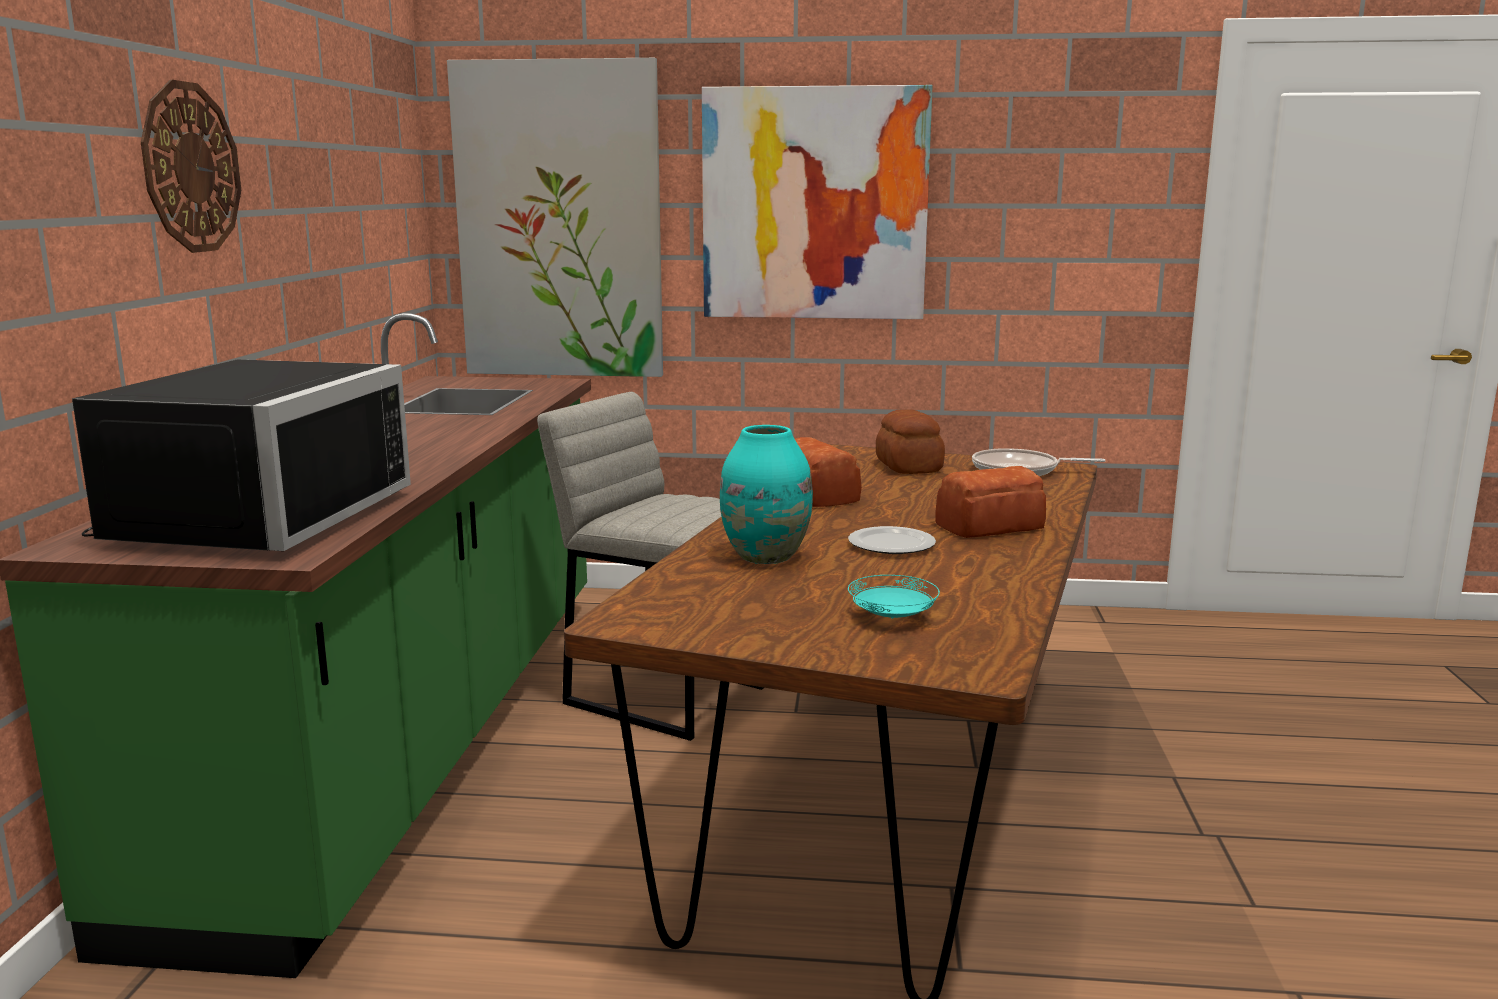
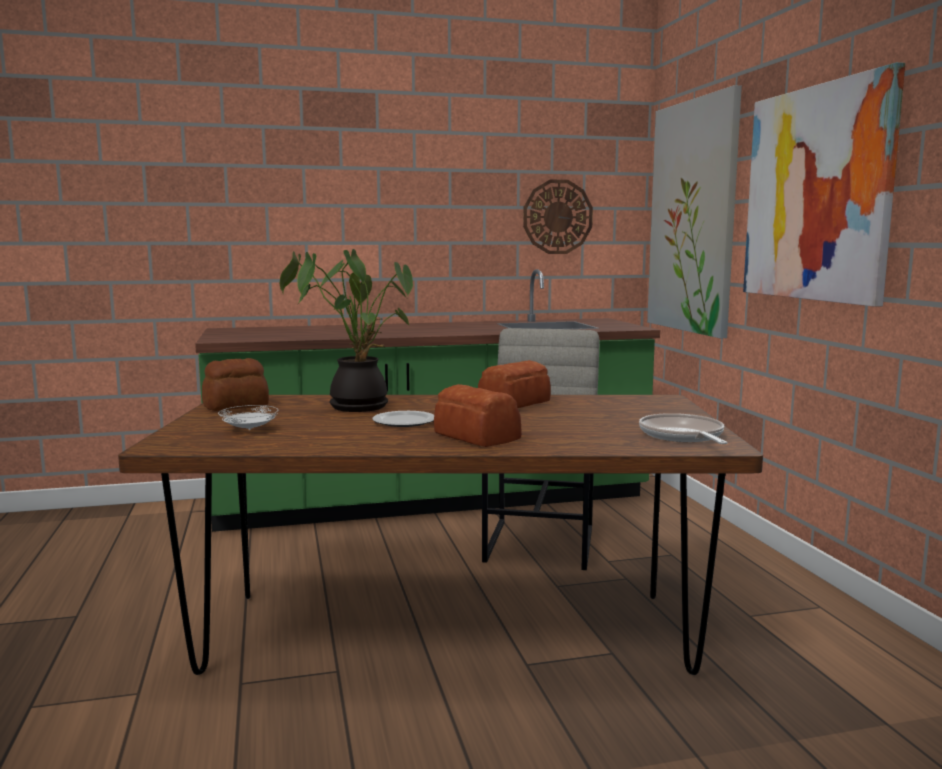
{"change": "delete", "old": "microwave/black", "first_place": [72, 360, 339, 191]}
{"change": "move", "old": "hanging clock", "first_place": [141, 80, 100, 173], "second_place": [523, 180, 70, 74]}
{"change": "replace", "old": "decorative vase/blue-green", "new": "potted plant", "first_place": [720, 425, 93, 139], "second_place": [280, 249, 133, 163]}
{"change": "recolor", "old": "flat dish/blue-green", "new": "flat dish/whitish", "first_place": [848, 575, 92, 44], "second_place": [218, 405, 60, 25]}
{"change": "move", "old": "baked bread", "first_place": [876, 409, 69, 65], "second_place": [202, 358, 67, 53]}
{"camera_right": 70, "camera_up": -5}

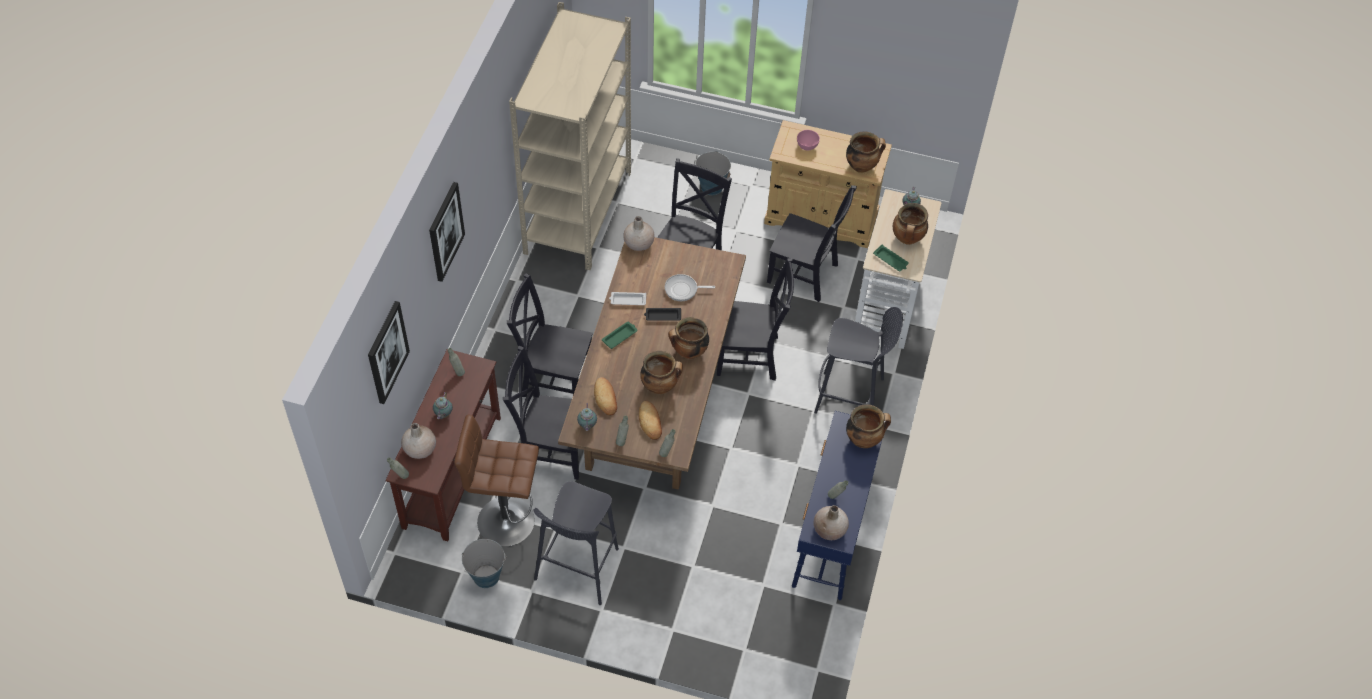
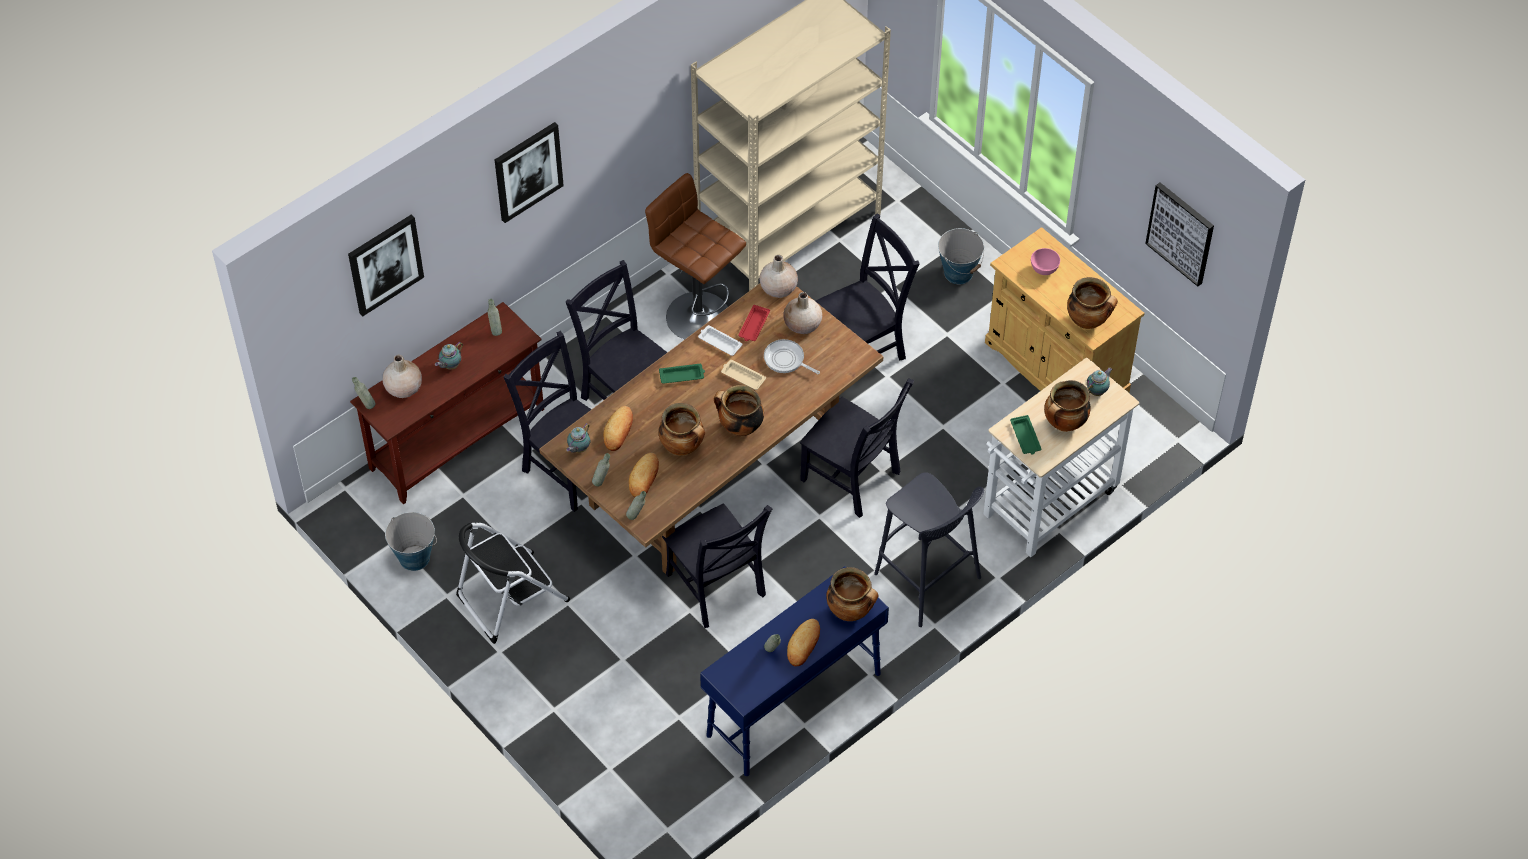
{"change": "move", "old": "stool seat/brown", "first_place": [454, 414, 85, 132], "second_place": [645, 173, 101, 167]}
{"change": "replace", "old": "stool seat/greyish", "new": "step ladder", "first_place": [533, 481, 86, 124], "second_place": [456, 523, 114, 121]}
{"change": "recolor", "old": "tray/black", "new": "tray/beige", "first_place": [644, 308, 37, 13], "second_place": [721, 360, 45, 30]}
{"change": "move", "old": "chair/black", "first_place": [767, 185, 90, 117], "second_place": [662, 503, 111, 125]}
{"change": "move", "old": "decorative vase/beige", "first_place": [813, 505, 36, 35], "second_place": [783, 292, 39, 42]}
{"change": "insert", "new": "tray/reddish", "second_place": [739, 305, 31, 36]}
{"change": "insert", "new": "baked bread", "second_place": [787, 619, 33, 48]}
{"change": "insert", "new": "wall picture", "second_place": [1145, 183, 69, 103]}
{"camera_right": 35, "camera_up": 0}

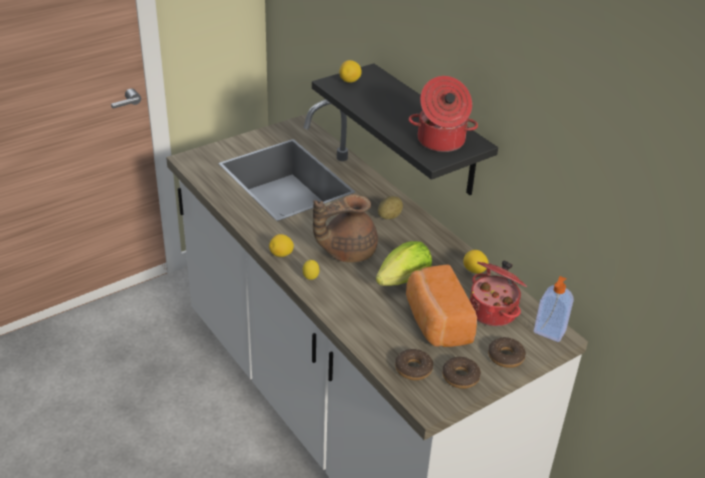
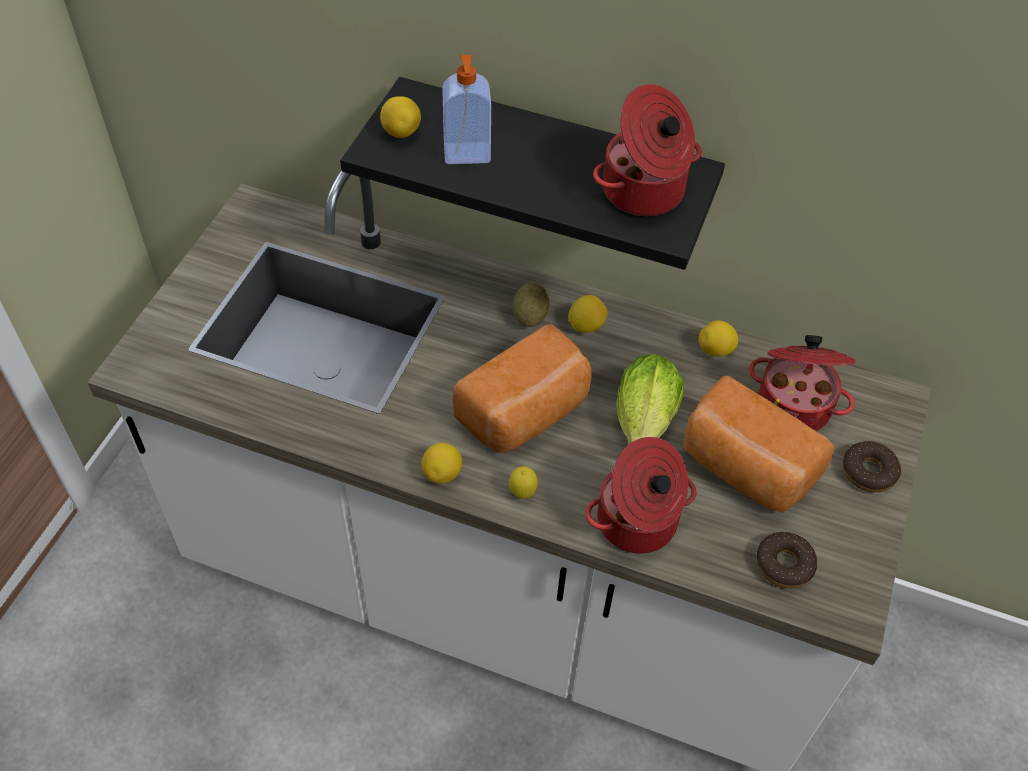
{"change": "replace", "old": "pot for tea/brown", "new": "baked bread", "first_place": [313, 194, 65, 69], "second_place": [453, 324, 139, 129]}
{"change": "delete", "old": "donut", "first_place": [442, 357, 39, 32]}
{"change": "move", "old": "soap dispenser", "first_place": [534, 276, 40, 66], "second_place": [442, 55, 49, 109]}
{"change": "insert", "new": "lemon", "second_place": [568, 295, 39, 38]}
{"change": "insert", "new": "saucepot", "second_place": [585, 437, 112, 117]}
{"camera_right": -35, "camera_up": 15}

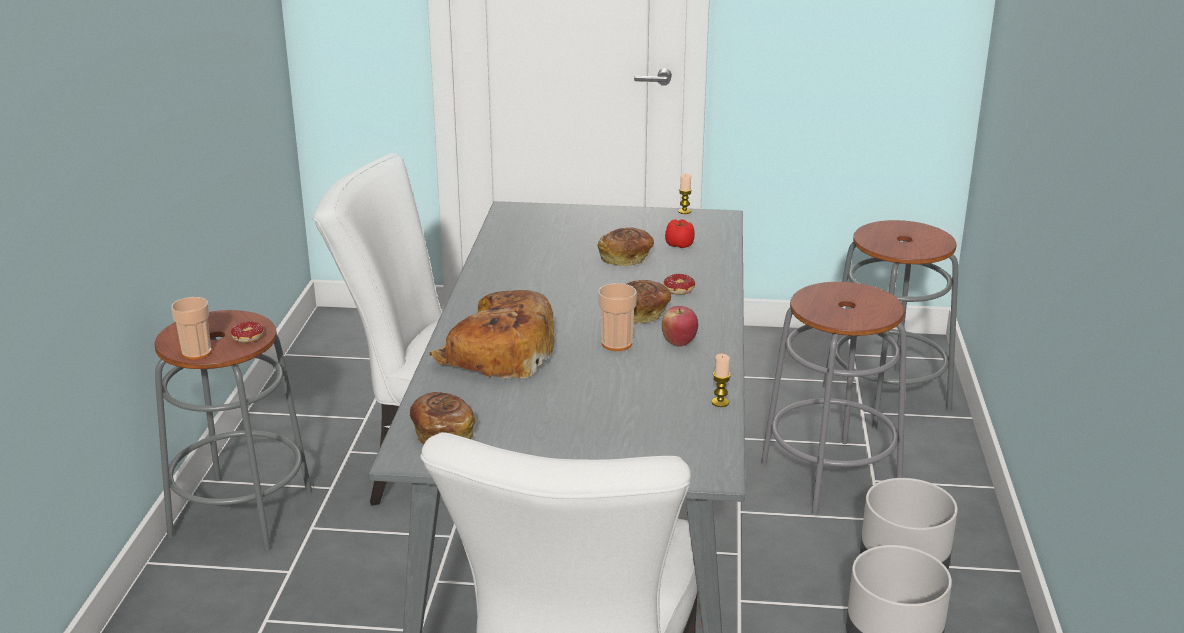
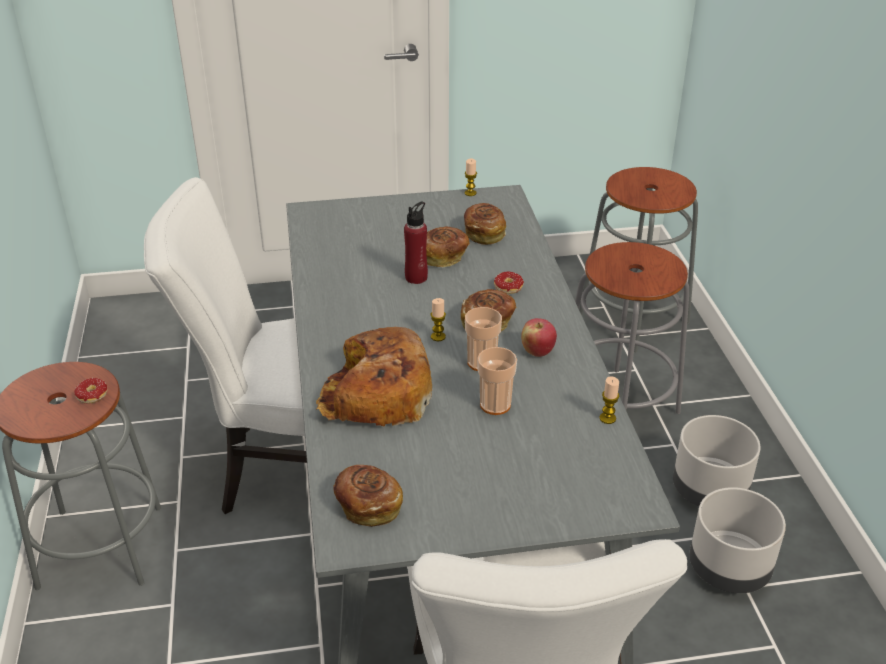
{"change": "move", "old": "cup", "first_place": [171, 297, 40, 63], "second_place": [477, 347, 40, 68]}
{"change": "replace", "old": "tomato", "new": "baked bread", "first_place": [665, 219, 30, 29], "second_place": [464, 203, 42, 42]}
{"change": "insert", "new": "beverage bottle/reddish", "second_place": [404, 201, 24, 83]}
{"change": "insert", "new": "wax candle", "second_place": [431, 298, 15, 43]}
{"camera_right": -15, "camera_up": 10}

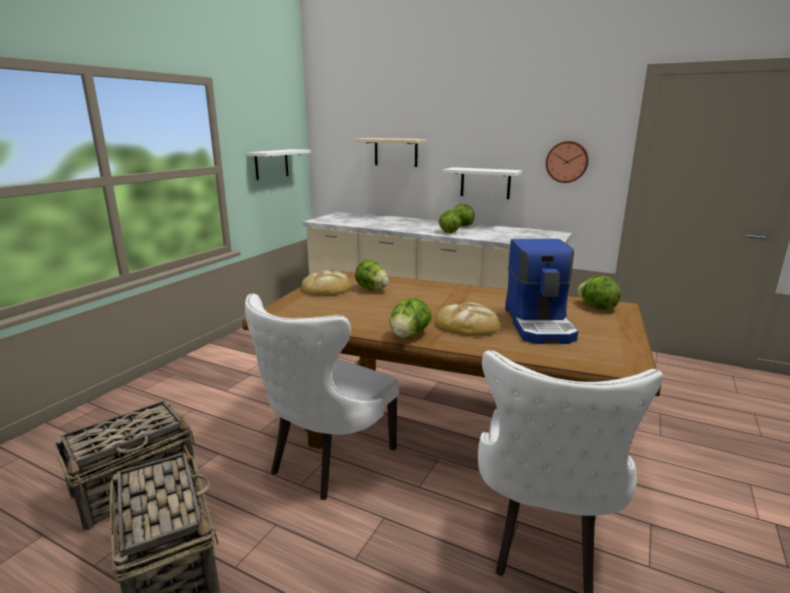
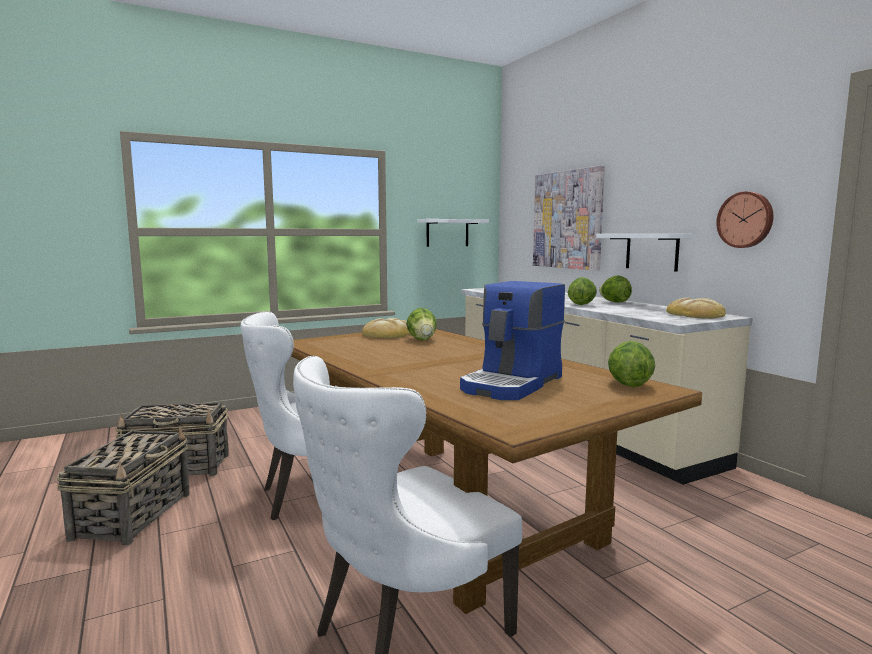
{"change": "replace", "old": "shelf/beige", "new": "wall picture", "first_place": [355, 138, 72, 29], "second_place": [533, 165, 72, 105]}
{"change": "delete", "old": "lettuce", "first_place": [390, 298, 42, 40]}
{"change": "move", "old": "baked bread", "first_place": [436, 302, 64, 34], "second_place": [666, 297, 60, 22]}
{"camera_right": 35, "camera_up": -10}

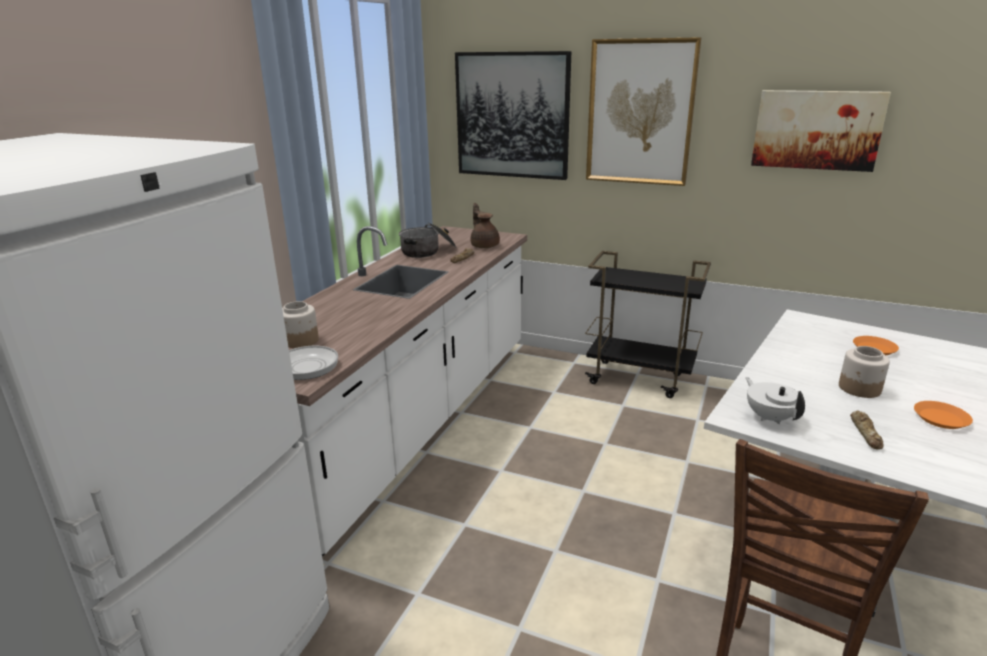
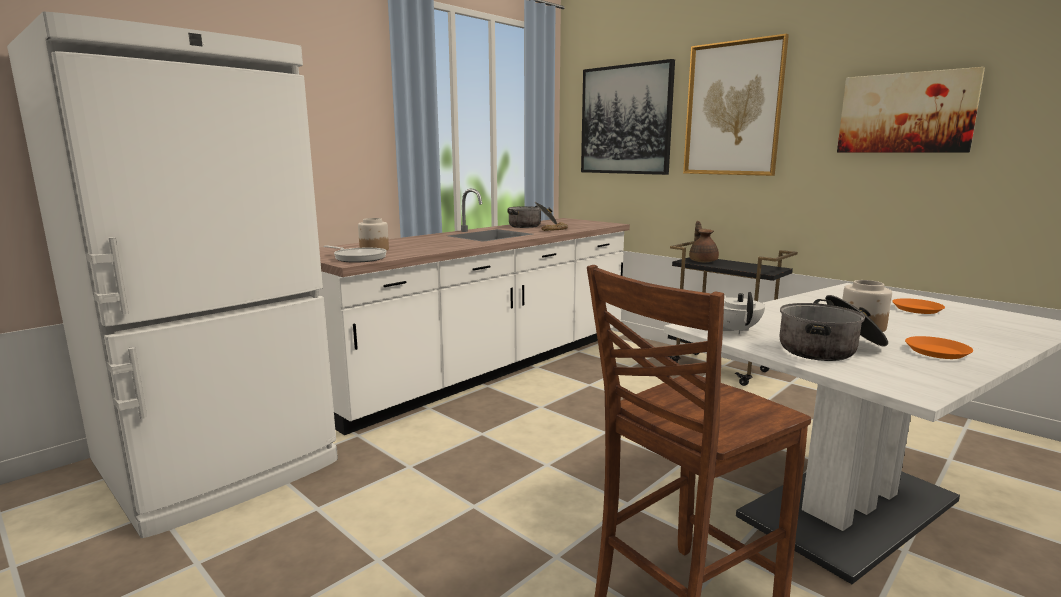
{"change": "move", "old": "pot for tea/brown", "first_place": [470, 203, 30, 45], "second_place": [689, 221, 30, 41]}
{"change": "replace", "old": "baked bread", "new": "saucepot", "first_place": [850, 410, 34, 40], "second_place": [780, 295, 108, 66]}
{"camera_right": 20, "camera_up": -10}

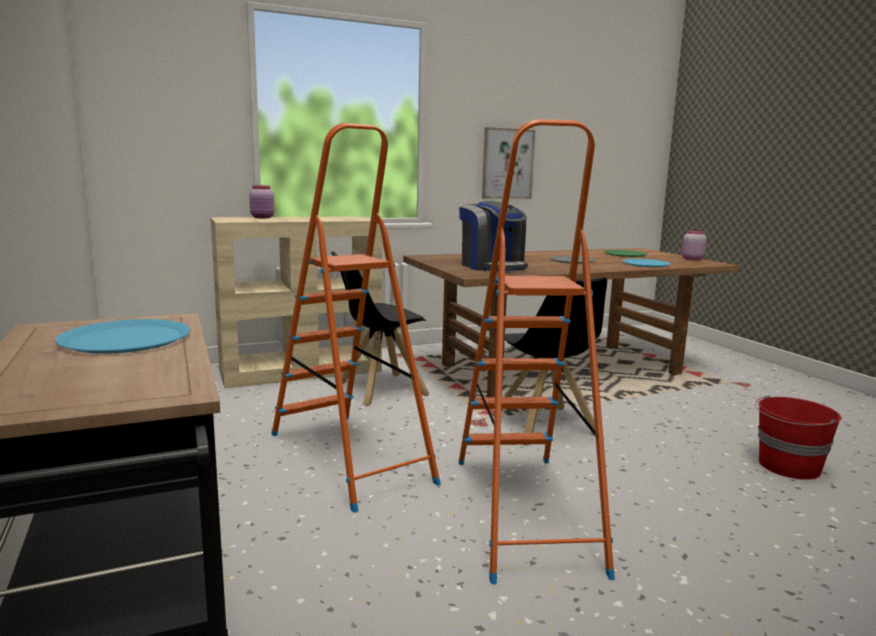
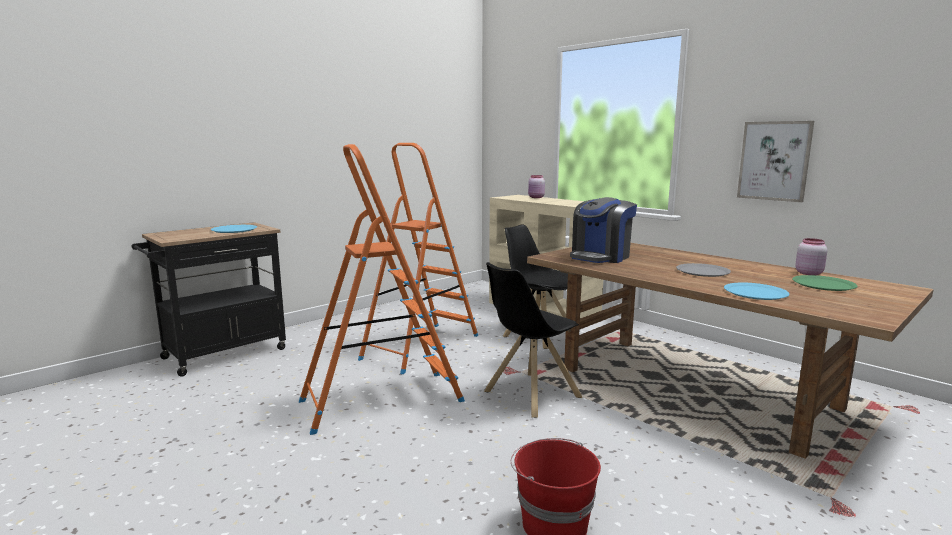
{"change": "move", "old": "storage jar/pink", "first_place": [682, 230, 25, 30], "second_place": [795, 238, 32, 37]}
{"camera_right": 70, "camera_up": 0}

